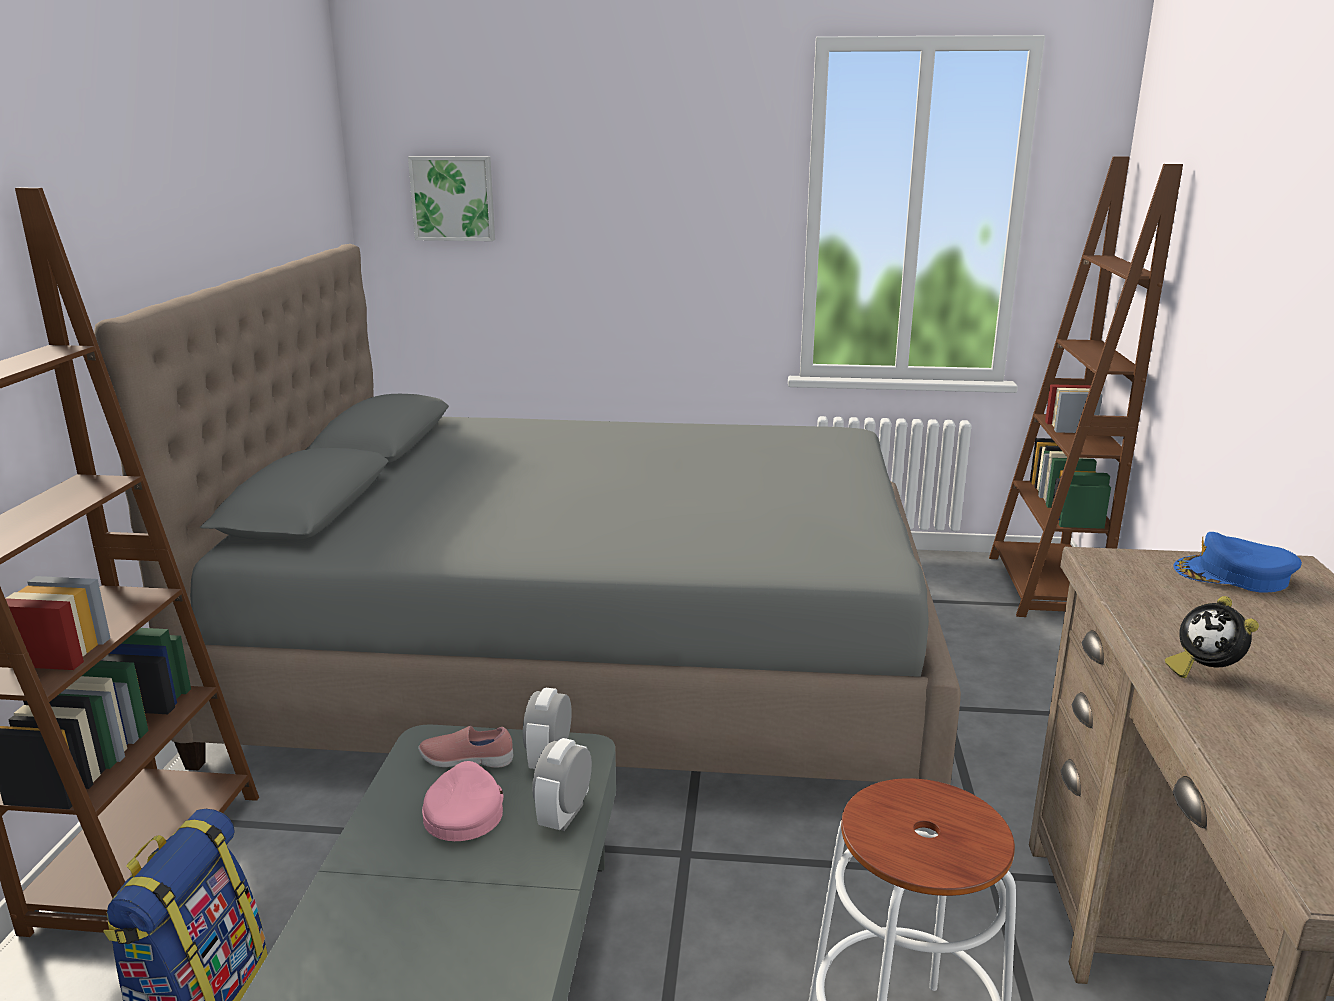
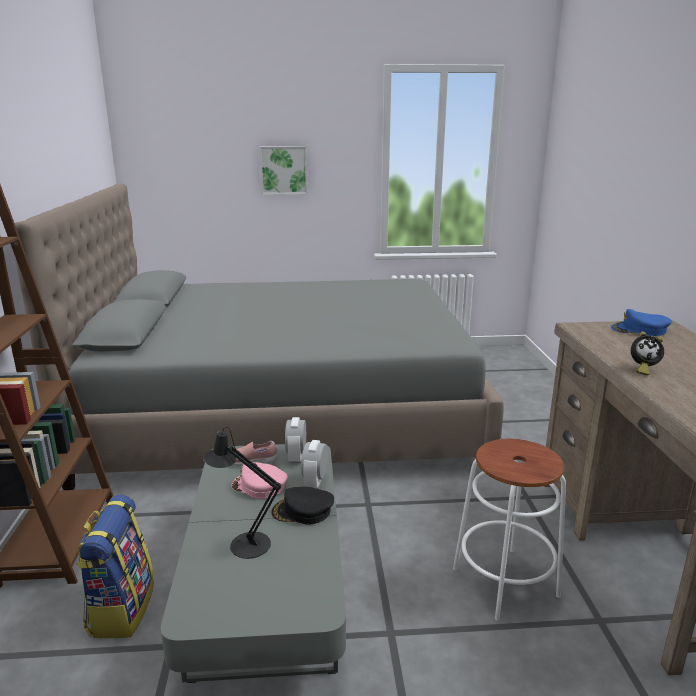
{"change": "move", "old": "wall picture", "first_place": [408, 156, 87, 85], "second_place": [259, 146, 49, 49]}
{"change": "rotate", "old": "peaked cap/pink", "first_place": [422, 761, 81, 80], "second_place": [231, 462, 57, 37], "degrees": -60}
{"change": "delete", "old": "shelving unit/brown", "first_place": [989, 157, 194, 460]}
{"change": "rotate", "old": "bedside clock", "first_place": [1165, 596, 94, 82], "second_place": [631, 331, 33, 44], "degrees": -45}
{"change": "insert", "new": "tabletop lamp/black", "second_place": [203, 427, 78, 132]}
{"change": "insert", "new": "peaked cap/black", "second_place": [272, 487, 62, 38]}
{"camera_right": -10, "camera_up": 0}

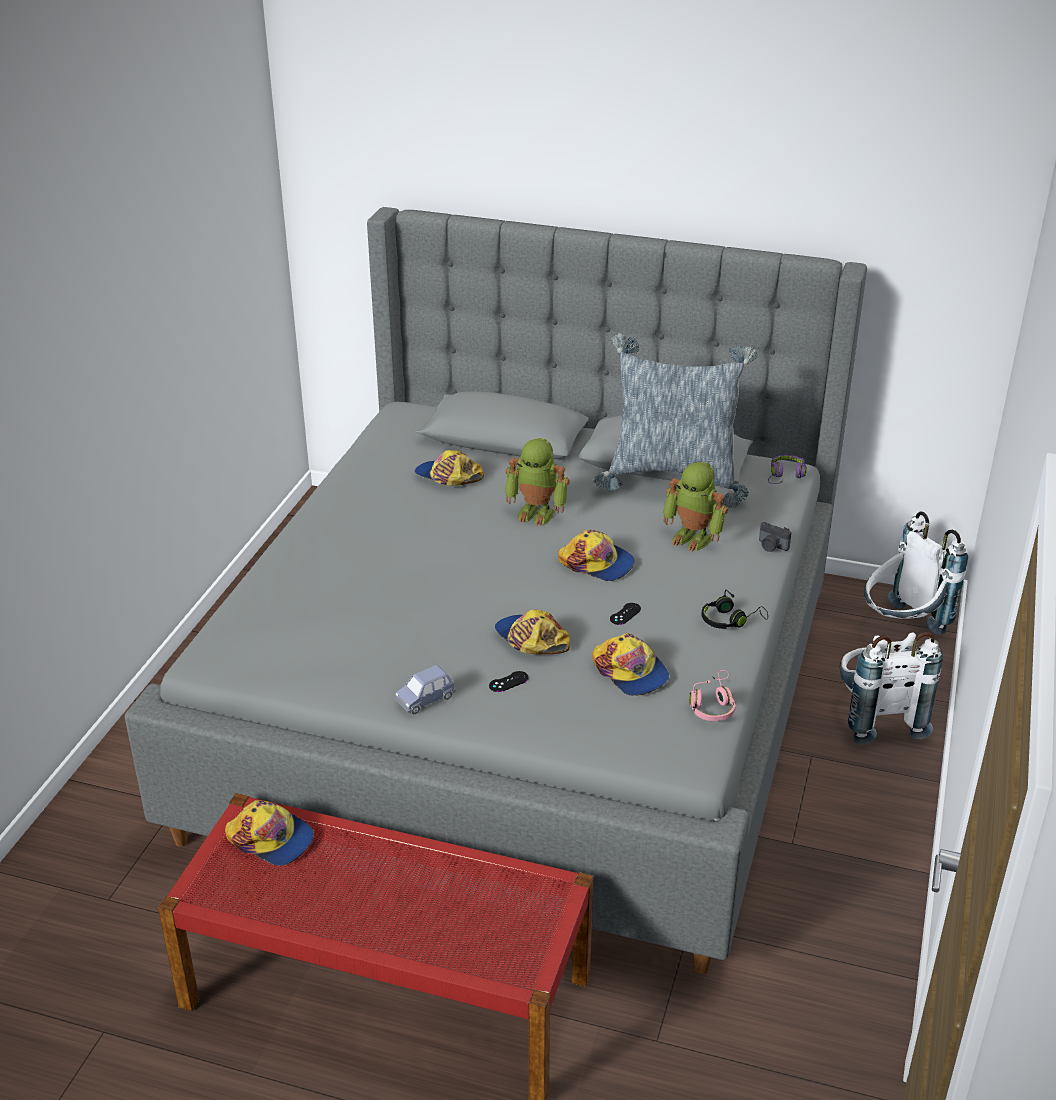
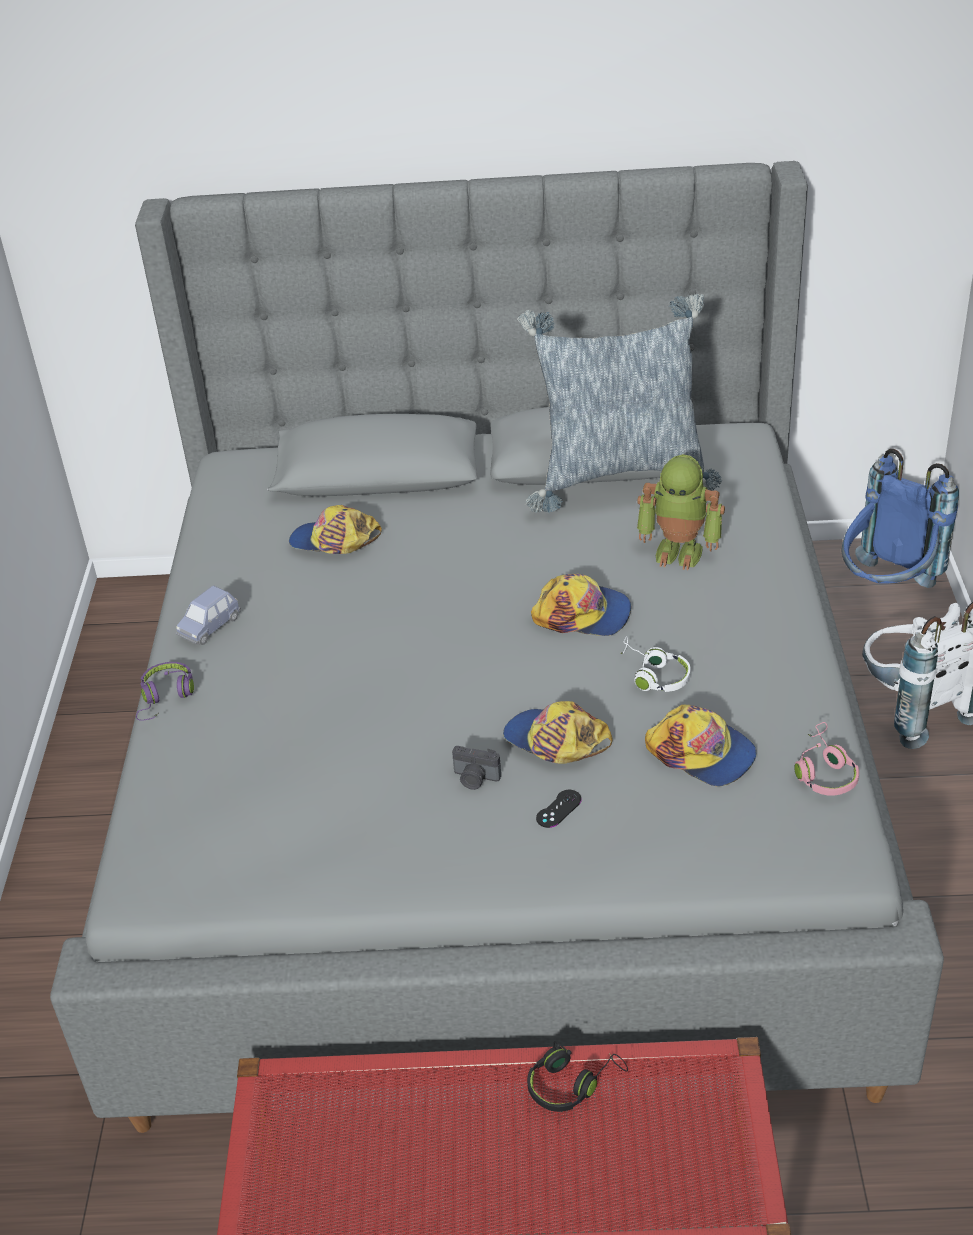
{"change": "delete", "old": "peaked cap", "first_place": [225, 800, 89, 66]}
{"change": "move", "old": "toy car/blue", "first_place": [395, 665, 61, 49], "second_place": [176, 585, 65, 60]}
{"change": "delete", "old": "model robot", "first_place": [505, 438, 65, 88]}
{"change": "replace", "old": "game controller/black", "new": "pair of headphones/whitish", "first_place": [610, 603, 31, 22], "second_place": [620, 636, 71, 56]}
{"change": "move", "old": "pair of headphones/black", "first_place": [701, 590, 67, 39], "second_place": [527, 1041, 101, 71]}
{"change": "move", "old": "still camera", "first_place": [759, 522, 32, 30], "second_place": [452, 746, 49, 44]}
{"change": "move", "old": "pair of headphones/purple-coloured", "first_place": [768, 455, 39, 29], "second_place": [136, 662, 58, 59]}
{"change": "recolor", "old": "rucksack/whitish", "new": "rucksack/blue", "first_place": [864, 511, 104, 124], "second_place": [841, 449, 118, 139]}
{"camera_right": -15, "camera_up": 5}

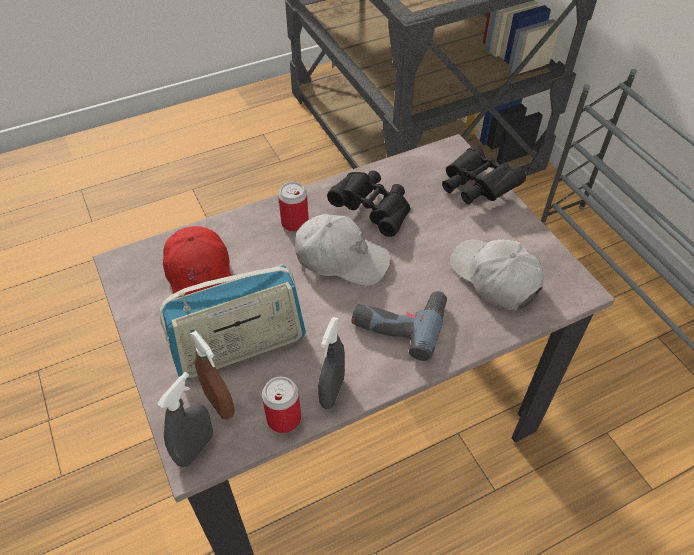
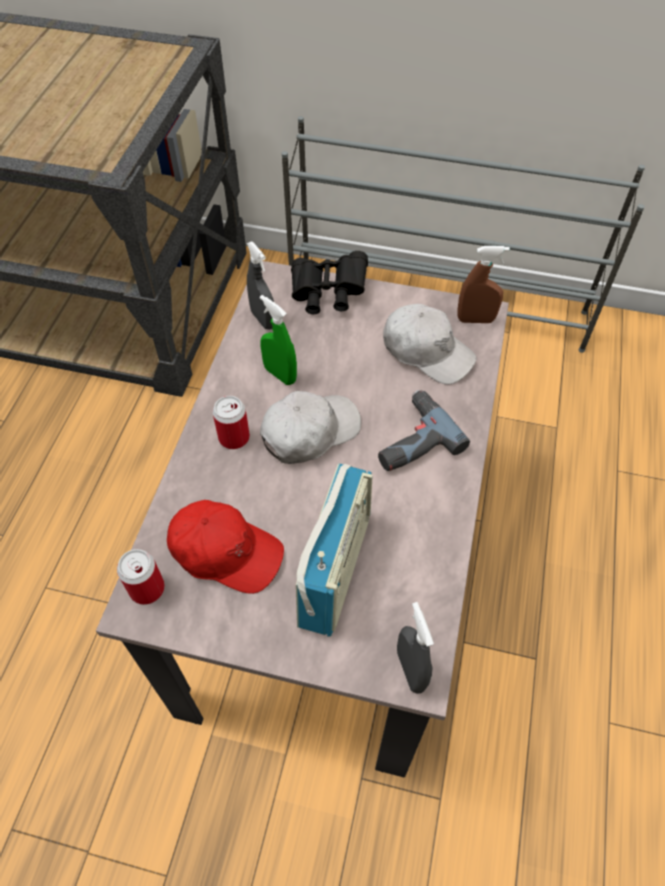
{"change": "move", "old": "sprayer/brown", "first_place": [190, 330, 45, 89], "second_place": [457, 246, 53, 77]}
{"change": "move", "old": "sealed can", "first_place": [262, 377, 39, 56], "second_place": [117, 549, 48, 56]}
{"change": "move", "old": "sprayer/greyish", "first_place": [318, 317, 27, 92], "second_place": [247, 242, 27, 88]}
{"change": "replace", "old": "pair of binoculars/black", "new": "sprayer/green", "first_place": [327, 170, 84, 67], "second_place": [260, 295, 37, 90]}
{"change": "rotate", "old": "peaked cap/whitish", "first_place": [450, 239, 94, 72], "second_place": [383, 304, 93, 81], "degrees": -150}
{"camera_right": -50, "camera_up": 5}

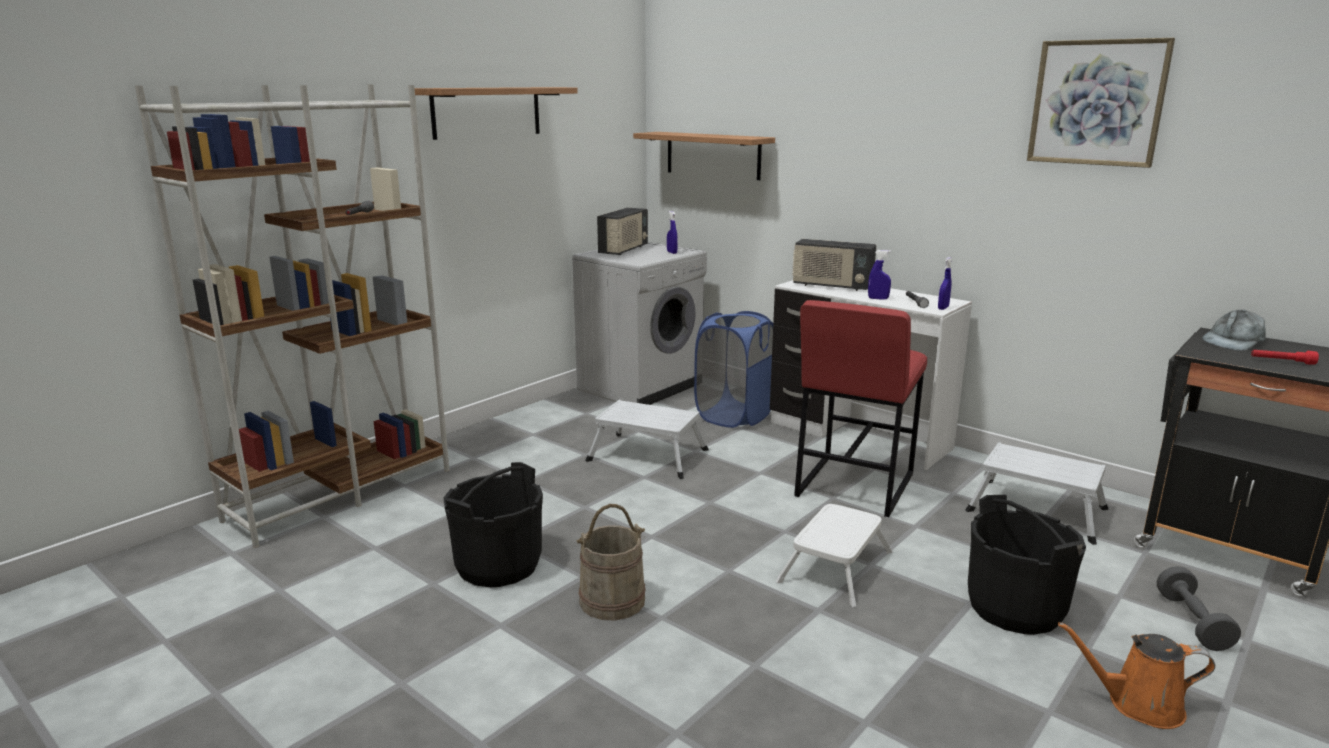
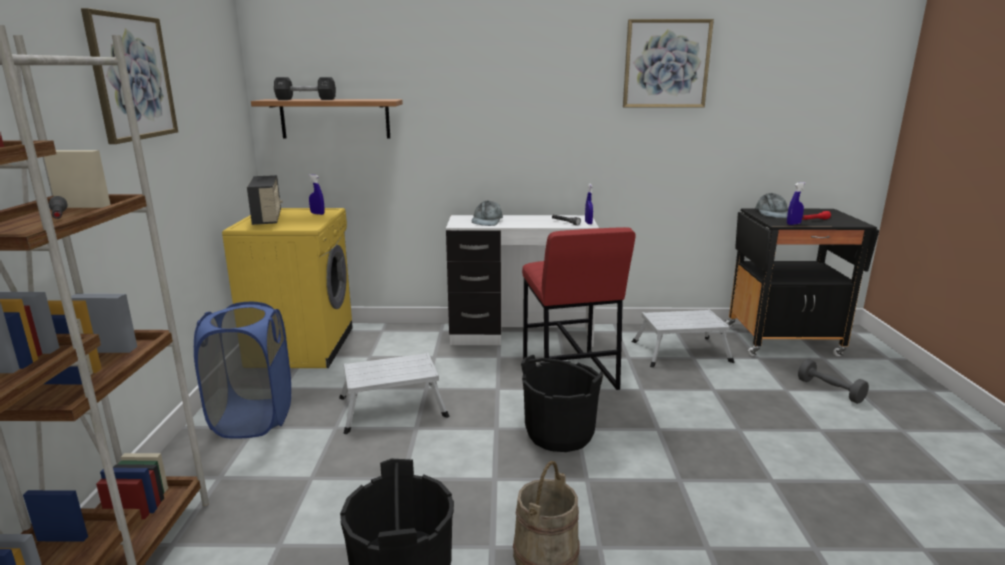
{"change": "replace", "old": "shelf", "new": "wall picture", "first_place": [415, 87, 163, 53], "second_place": [81, 8, 97, 136]}
{"change": "recolor", "old": "laundry machine/whitish", "new": "laundry machine/yellow", "first_place": [572, 242, 135, 163], "second_place": [222, 208, 131, 160]}
{"change": "move", "old": "laundry basket/blue", "first_place": [694, 311, 79, 117], "second_place": [194, 302, 97, 137]}
{"change": "delete", "old": "step ladder/whitish", "first_place": [776, 504, 117, 103]}
{"change": "replace", "old": "radio", "new": "peaked cap/greyish", "first_place": [792, 239, 84, 52], "second_place": [472, 200, 31, 26]}
{"change": "move", "old": "sprayer/blue", "first_place": [868, 250, 23, 50], "second_place": [787, 182, 19, 43]}
{"change": "move", "old": "water bucket/black", "first_place": [968, 495, 118, 140], "second_place": [521, 355, 83, 97]}
{"change": "delete", "old": "sprinkling can/orange", "first_place": [1058, 622, 157, 107]}
{"change": "insert", "new": "dumbbell/black", "second_place": [274, 77, 62, 23]}
{"camera_right": -40, "camera_up": 0}

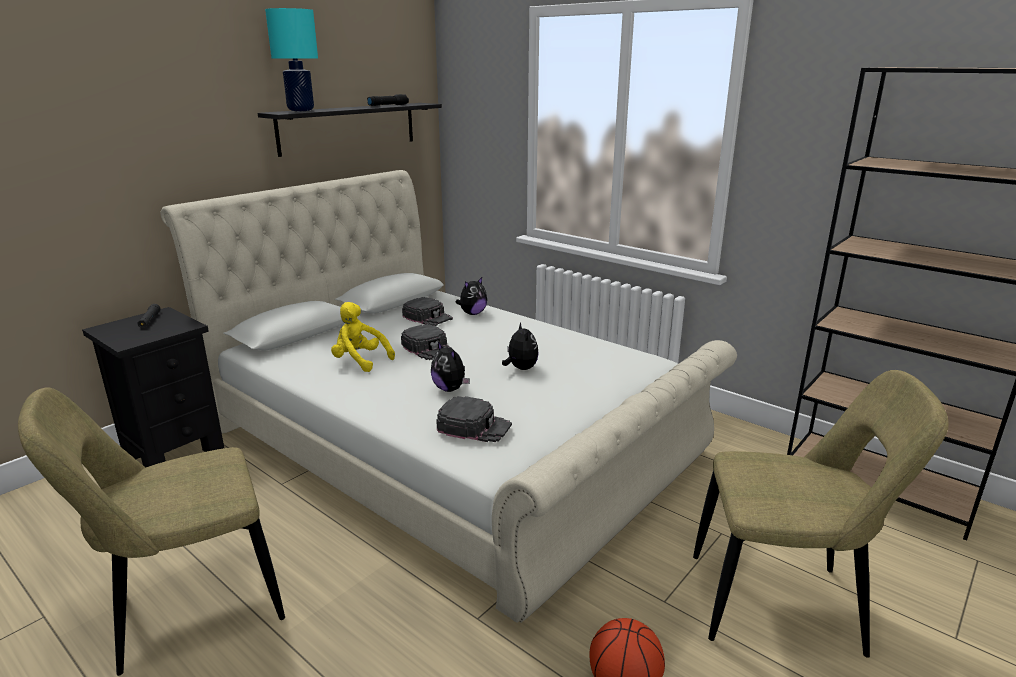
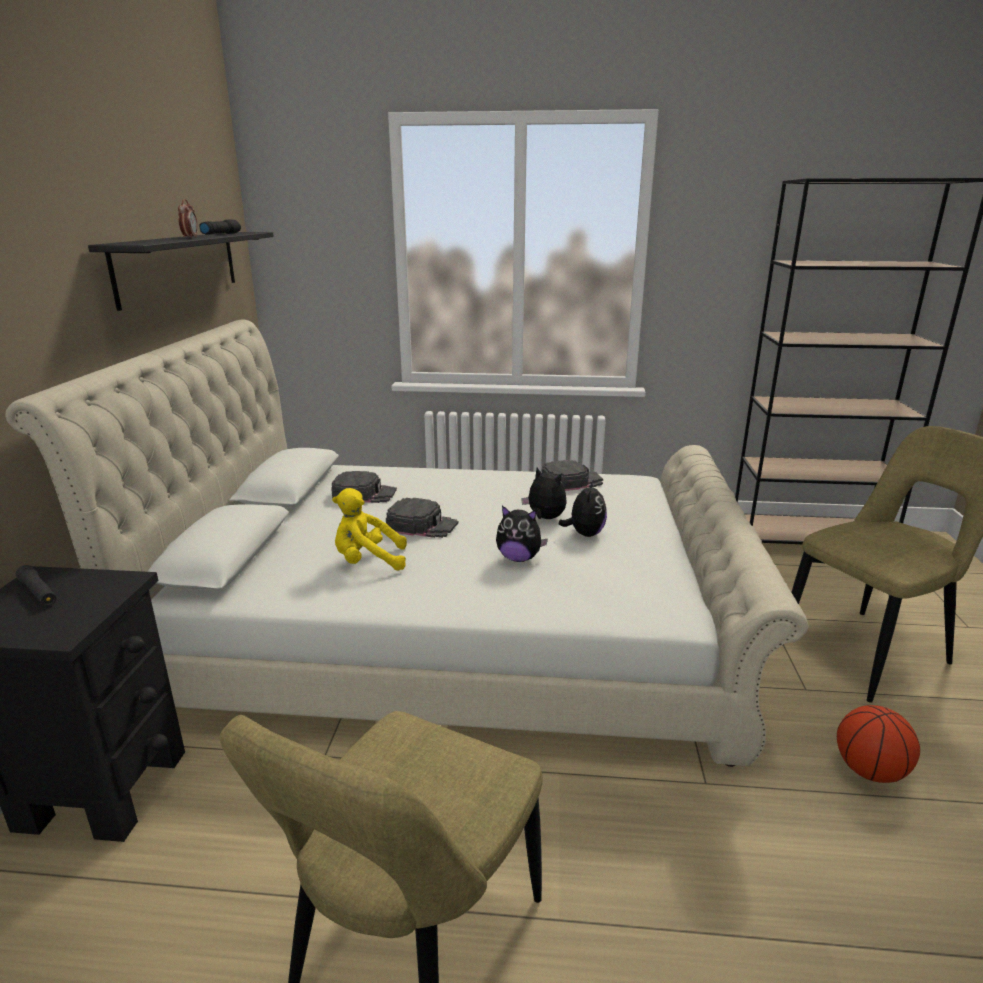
{"change": "delete", "old": "tabletop lamp/blue-green", "first_place": [265, 8, 53, 103]}
{"change": "move", "old": "peaked cap/black", "first_place": [436, 396, 76, 46], "second_place": [542, 460, 61, 31]}
{"change": "move", "old": "soft toy", "first_place": [455, 277, 32, 38], "second_place": [559, 479, 48, 58]}
{"change": "insert", "new": "bedside clock", "second_place": [178, 199, 20, 39]}
{"camera_right": -35, "camera_up": 0}

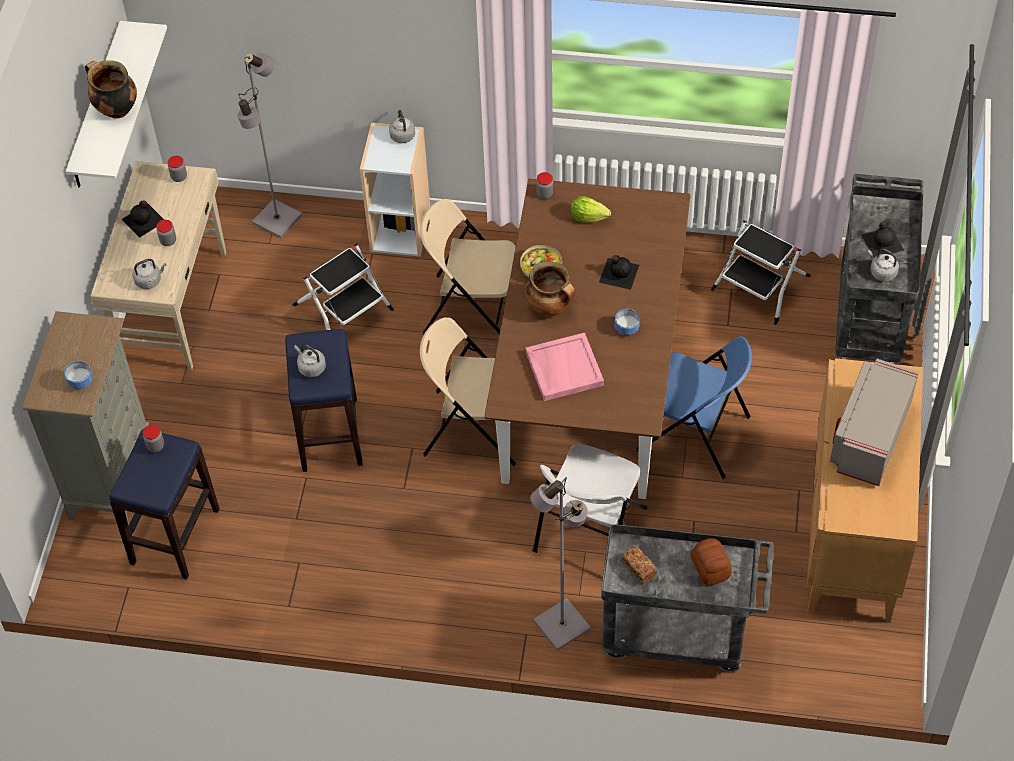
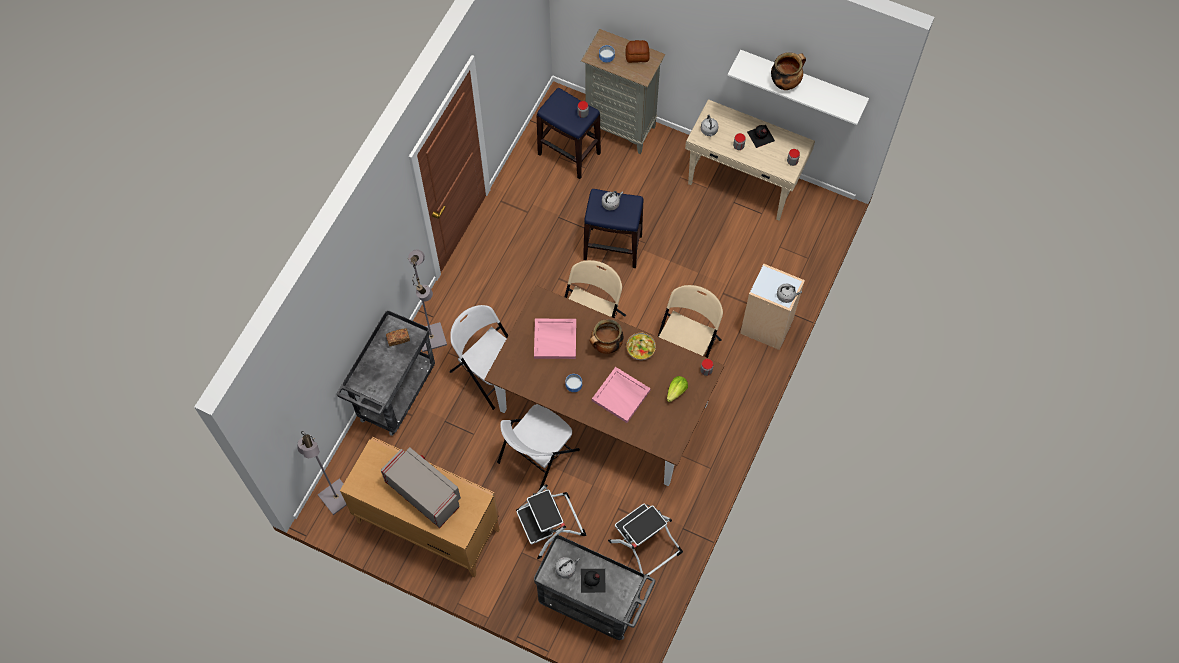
{"change": "move", "old": "standing lamp/greyish", "first_place": [237, 53, 65, 185], "second_place": [297, 431, 50, 84]}
{"change": "move", "old": "step ladder", "first_place": [292, 243, 102, 87], "second_place": [516, 484, 70, 75]}
{"change": "replace", "old": "beverage bottle/black", "new": "tray/pink", "first_place": [599, 255, 40, 35], "second_place": [592, 367, 59, 56]}
{"change": "recolor", "old": "chair/blue", "new": "chair/whitish", "first_place": [637, 336, 115, 143], "second_place": [497, 404, 83, 86]}
{"change": "move", "old": "baked bread", "first_place": [691, 538, 41, 48], "second_place": [626, 40, 24, 23]}
{"camera_right": 105, "camera_up": 10}

